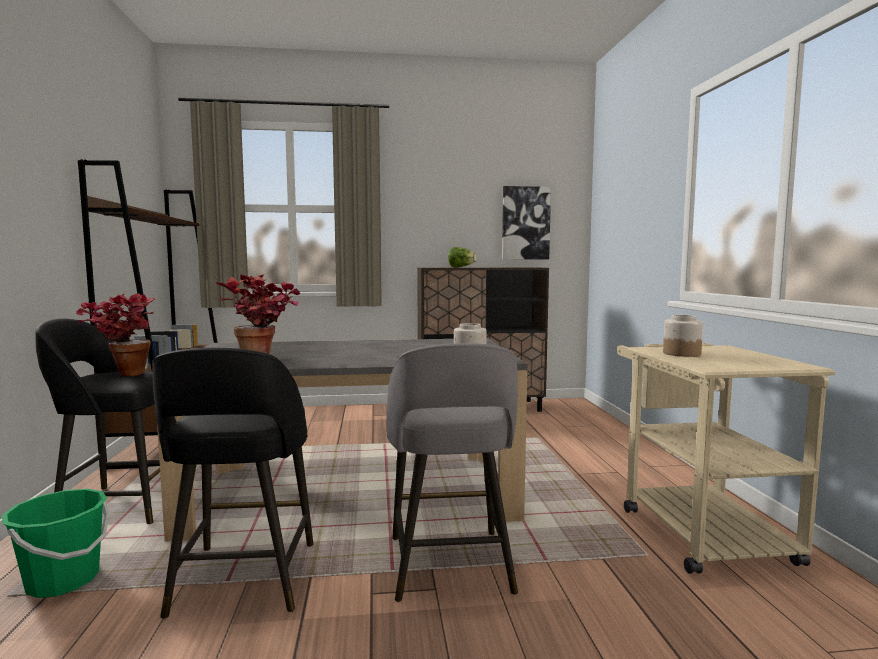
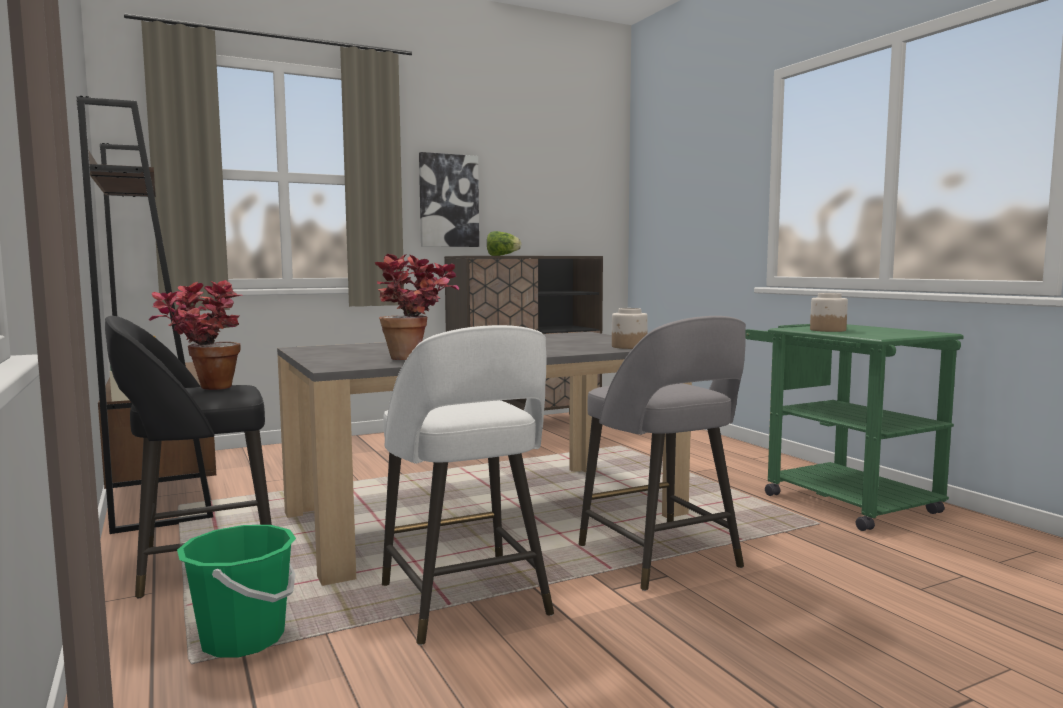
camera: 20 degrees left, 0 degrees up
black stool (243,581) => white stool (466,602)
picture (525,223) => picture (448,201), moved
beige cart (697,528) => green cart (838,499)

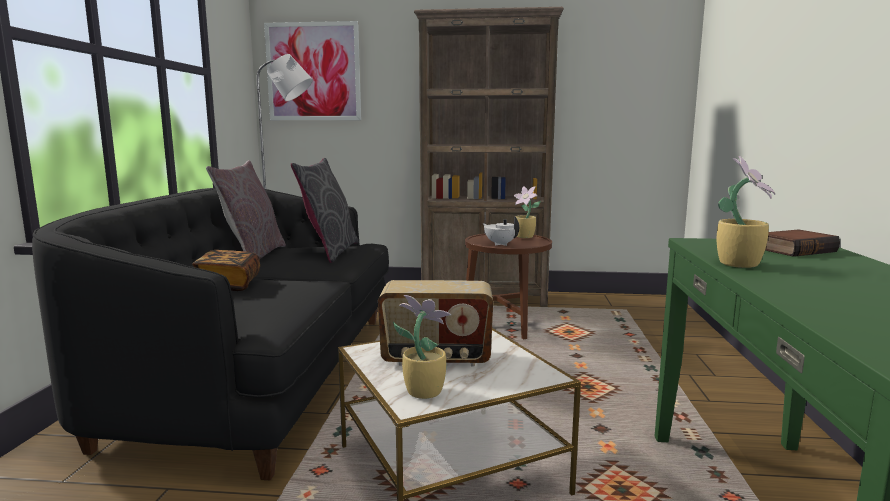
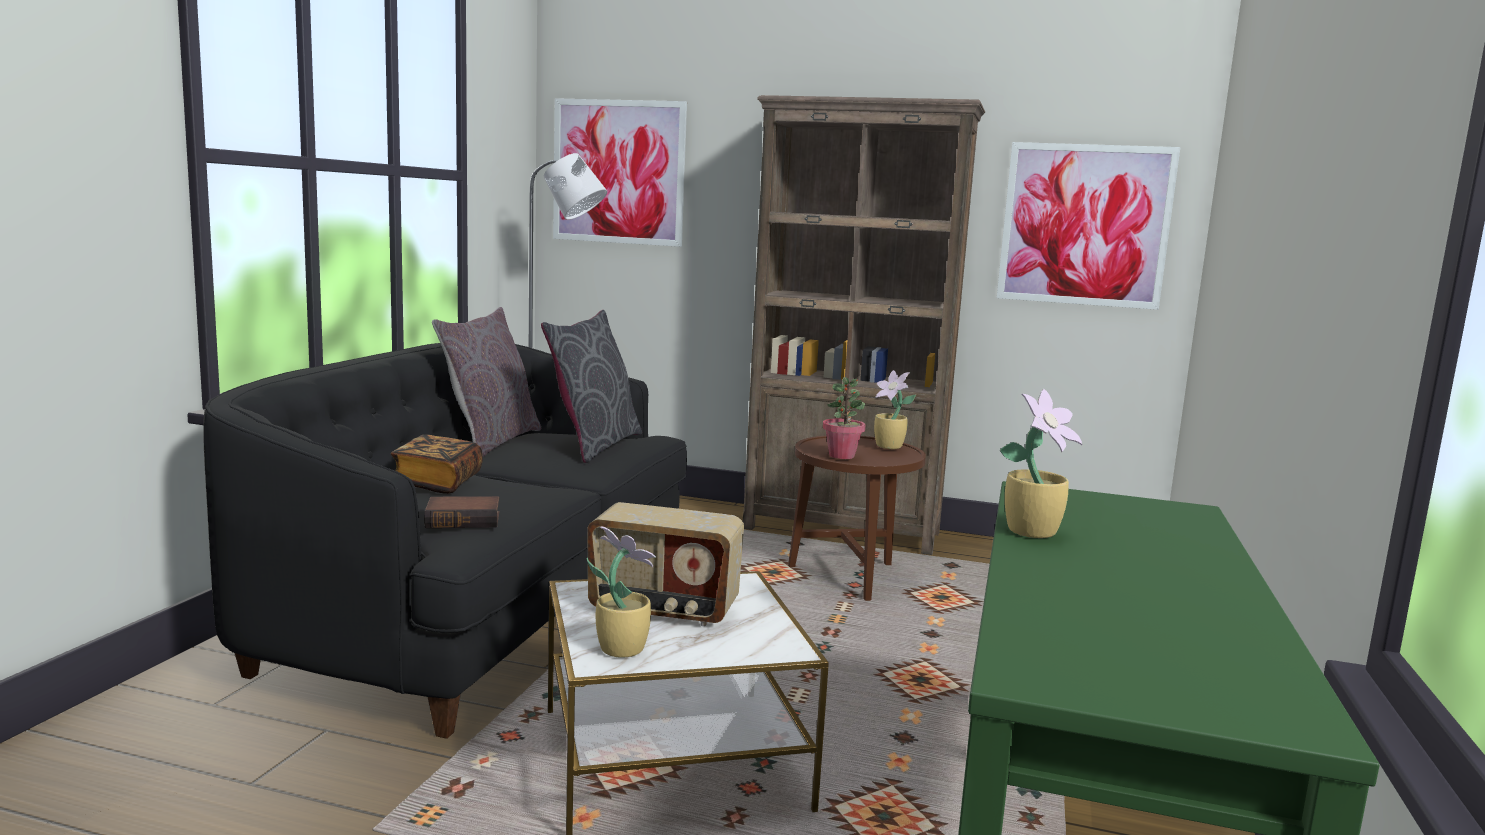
camera: 10 degrees right, 0 degrees up
book (794,249) => book (464,519), moved
white teapot (500,244) => potted plant (842,455)
nothing => picture (1084,225)

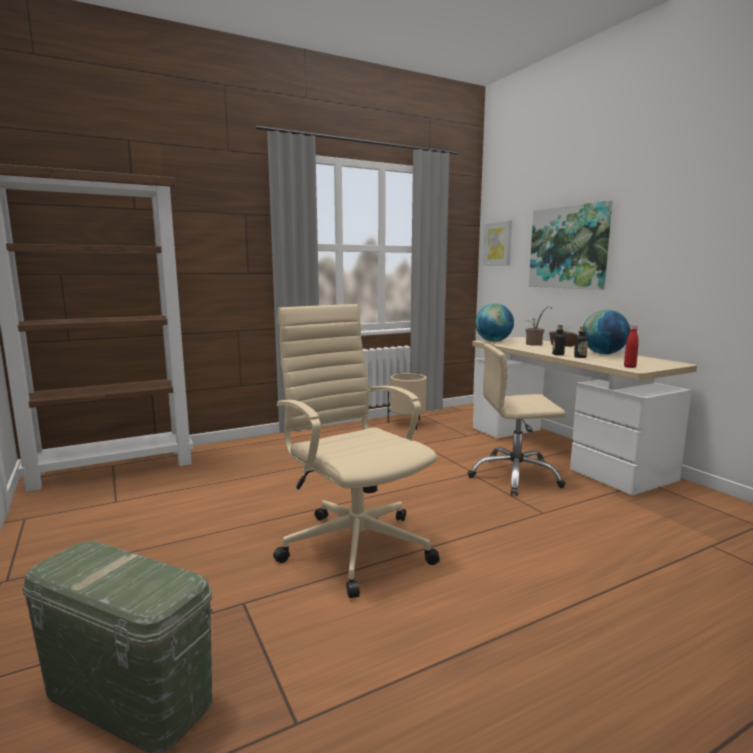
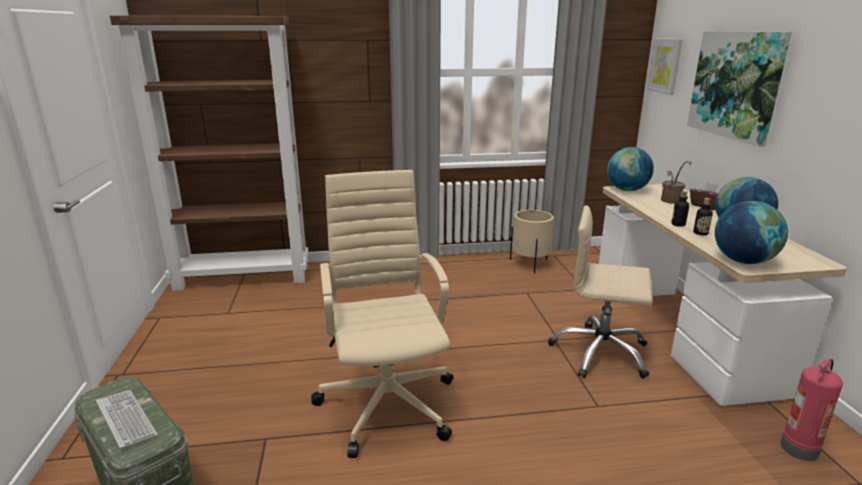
camera: 20 degrees right, 10 degrees up
nothing => keyboard (126,419)
red bottle (629,367) => globe (743,261)
nothing => fire extinguisher (799,447)

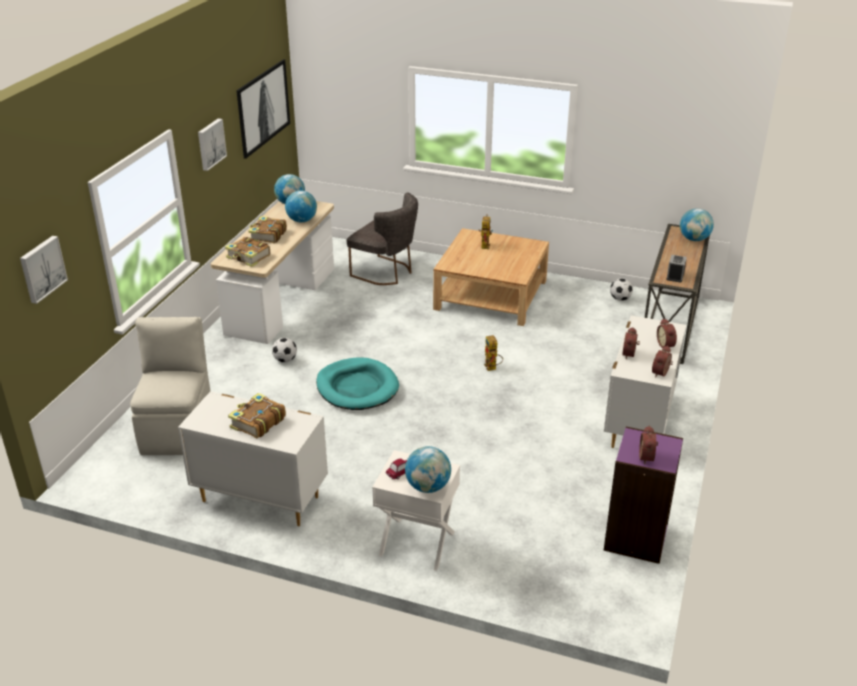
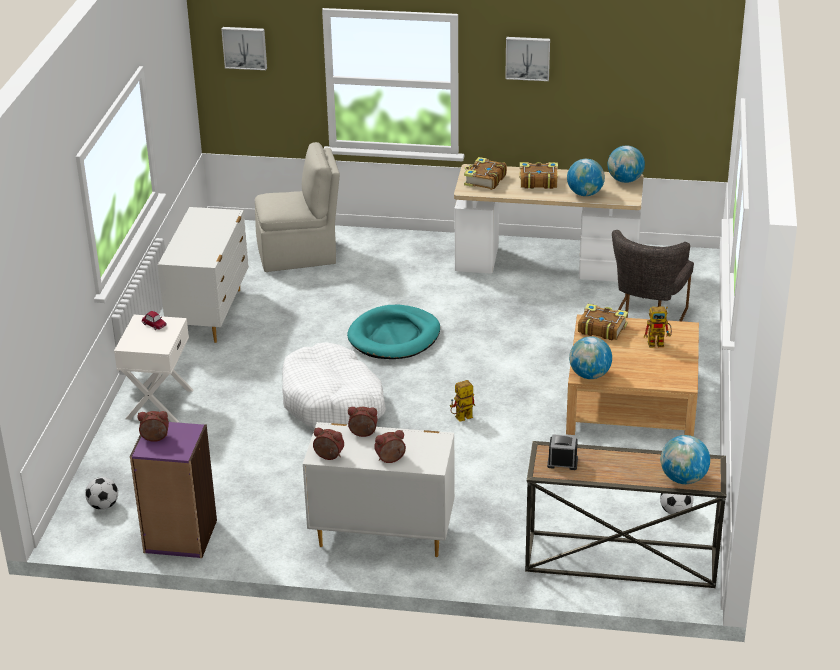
camera: 80 degrees right, 0 degrees up
football (285,360) => football (103,506), moved
nothing => white dog bed (333,402)
globe (428,487) => globe (589,375), moved
book (257,422) => book (601,328), moved
picture (263,107) => nothing

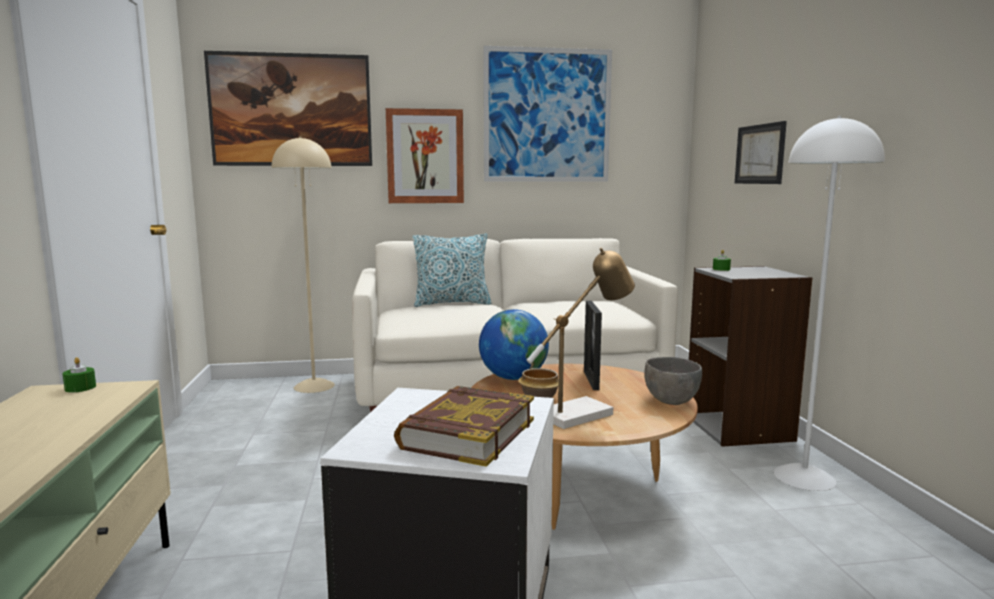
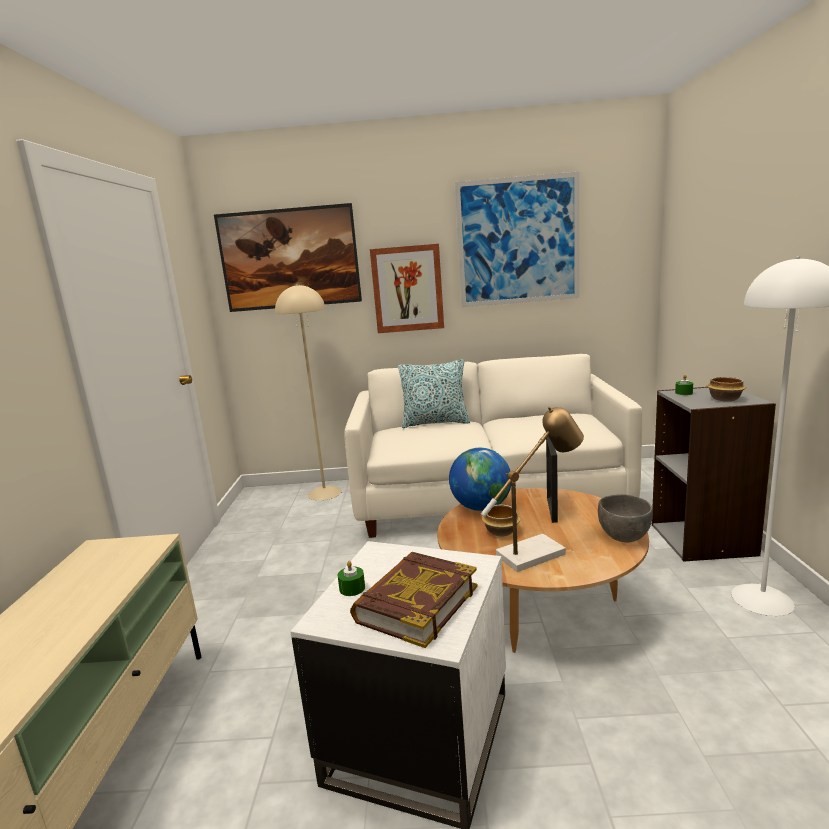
camera: 10 degrees right, 5 degrees up
green candle (80,388) => green candle (352,588), moved
nothing => bowl (724,399)
picture (760,154) => nothing

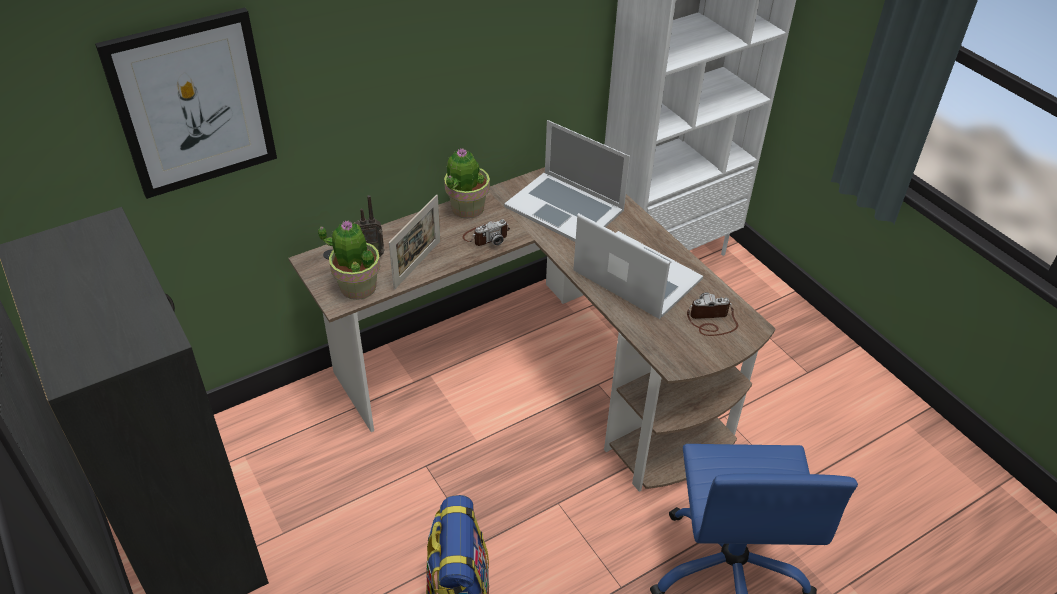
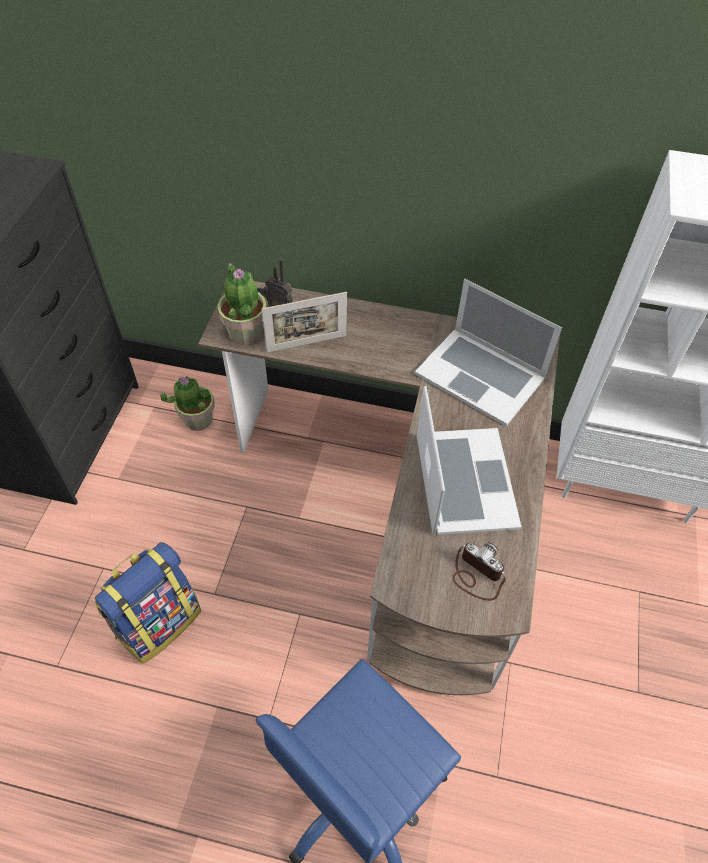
camera: 45 degrees right, 10 degrees up
potted plant (467,208) => potted plant (197,419), moved
laptop (565,208) => laptop (480,375), 45 degrees counterclockwise
picture (192,103) => nothing
photo camera (486,236) => nothing

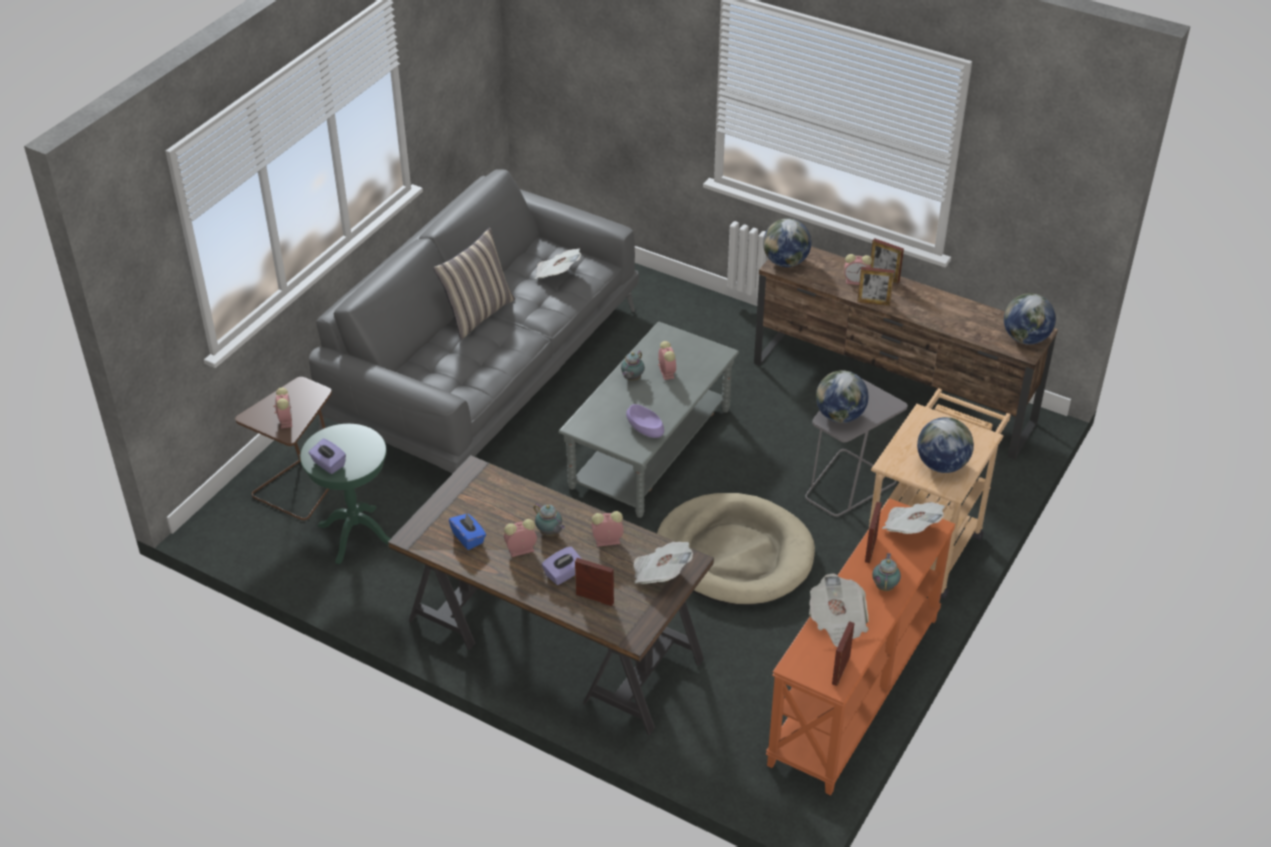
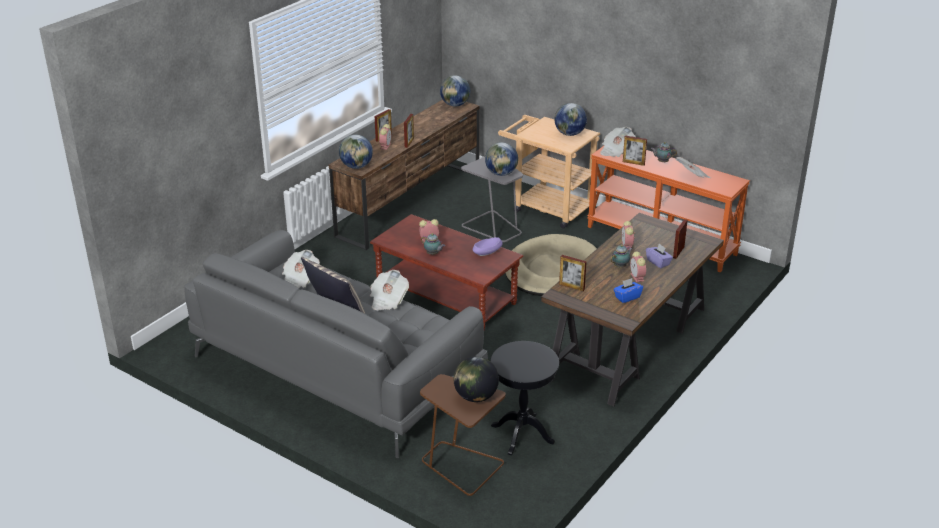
camera: 85 degrees left, 10 degrees down
grey coffee table (651,448) => brown coffee table (446,296)
newspaper (660,573) => newspaper (388,300), moved
alarm clock (285,420) => globe (476,397)
green side table (356,534) => black side table (522,434)
picture frame (841,670) => picture frame (571,287), moved
purple tissue box (328,464) => nothing

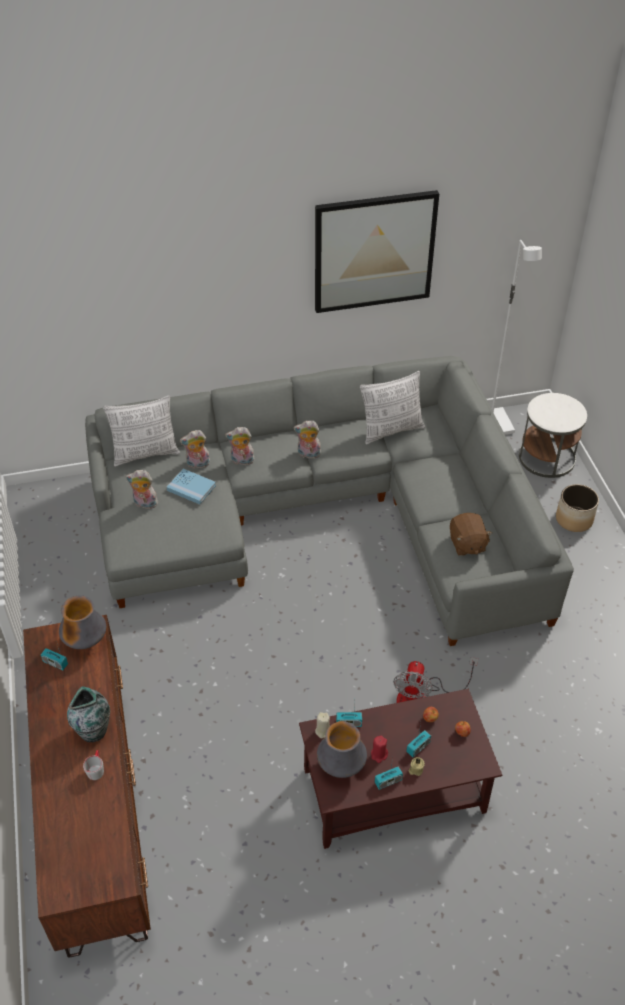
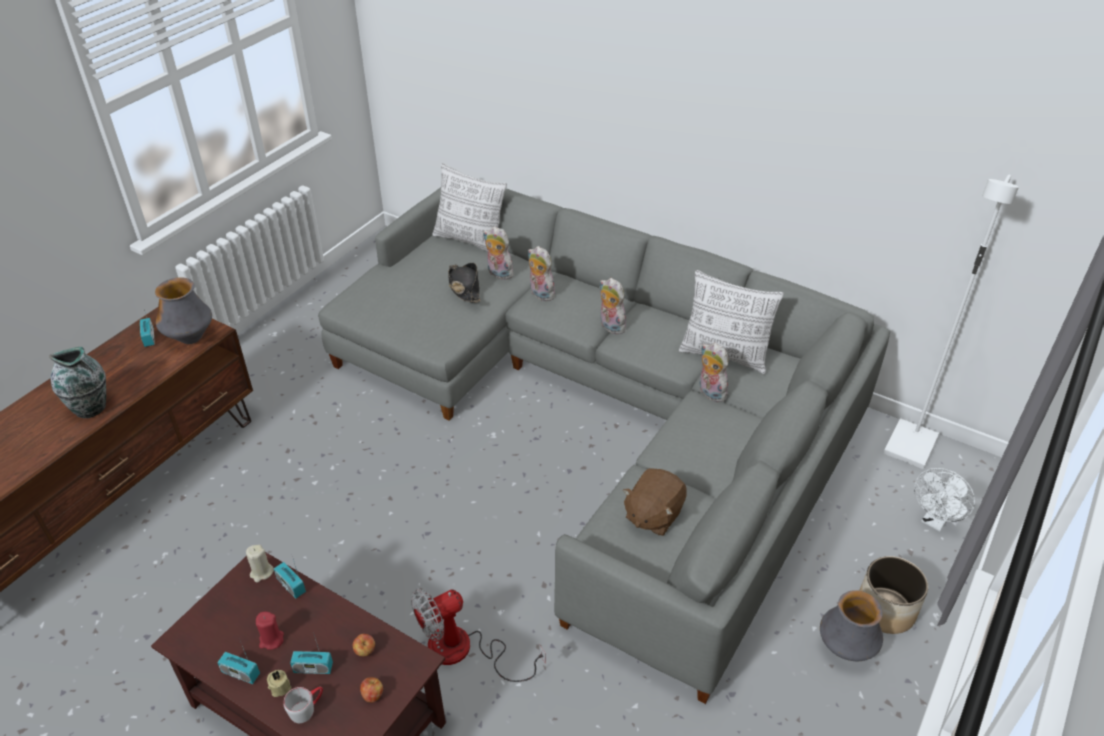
camera: 45 degrees right, 5 degrees down
grey mug (96,768) => grey mug (307,708), moved
blue book (191,488) => black hat (464,287)
plush toy (144,504) => plush toy (709,392), moved
vase (341,766) => vase (844,649), moved
white side table (547,457) => white fan (935,521)
picture (374,251) => nothing

